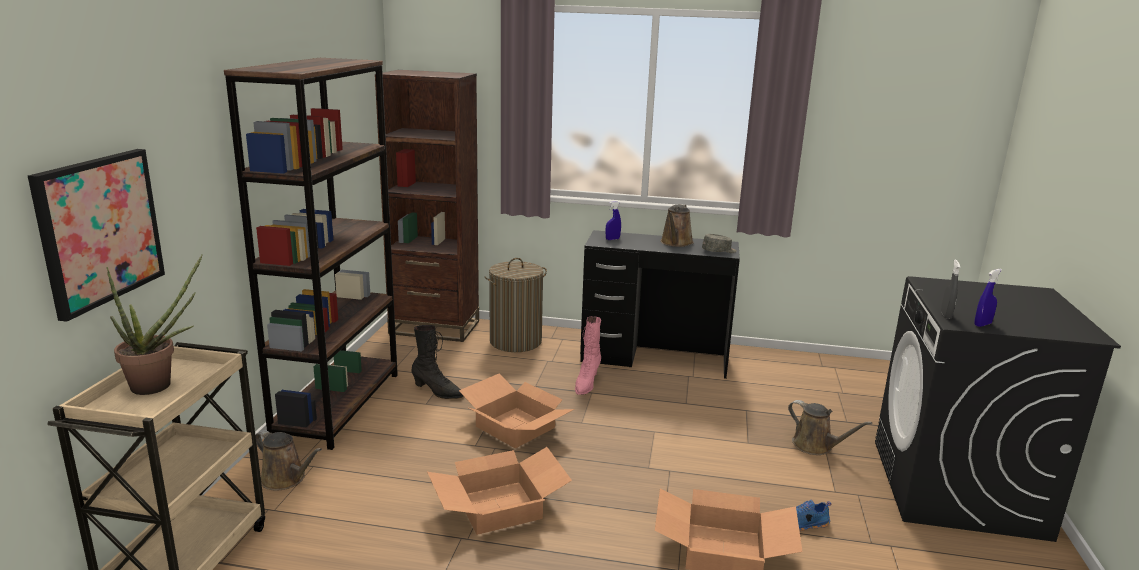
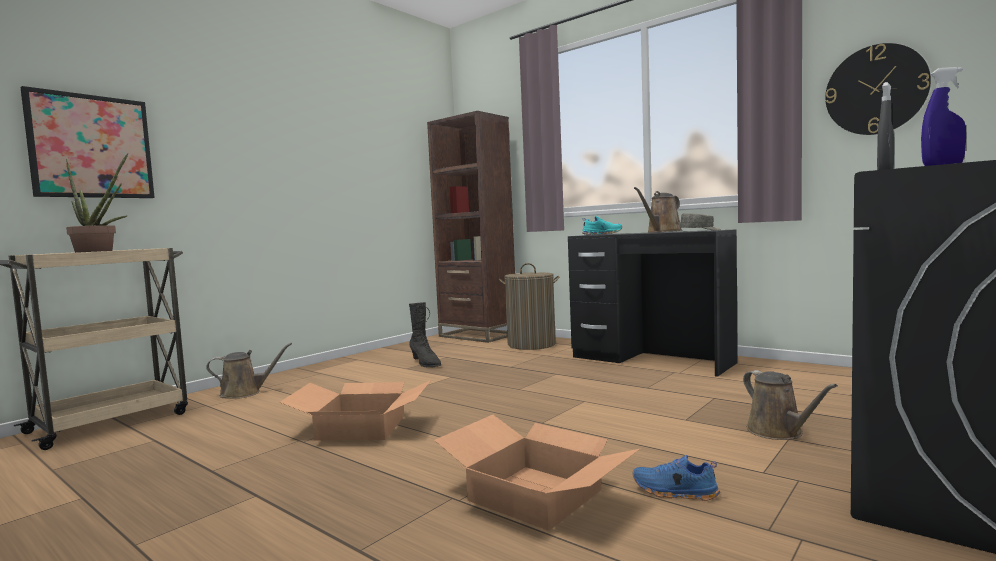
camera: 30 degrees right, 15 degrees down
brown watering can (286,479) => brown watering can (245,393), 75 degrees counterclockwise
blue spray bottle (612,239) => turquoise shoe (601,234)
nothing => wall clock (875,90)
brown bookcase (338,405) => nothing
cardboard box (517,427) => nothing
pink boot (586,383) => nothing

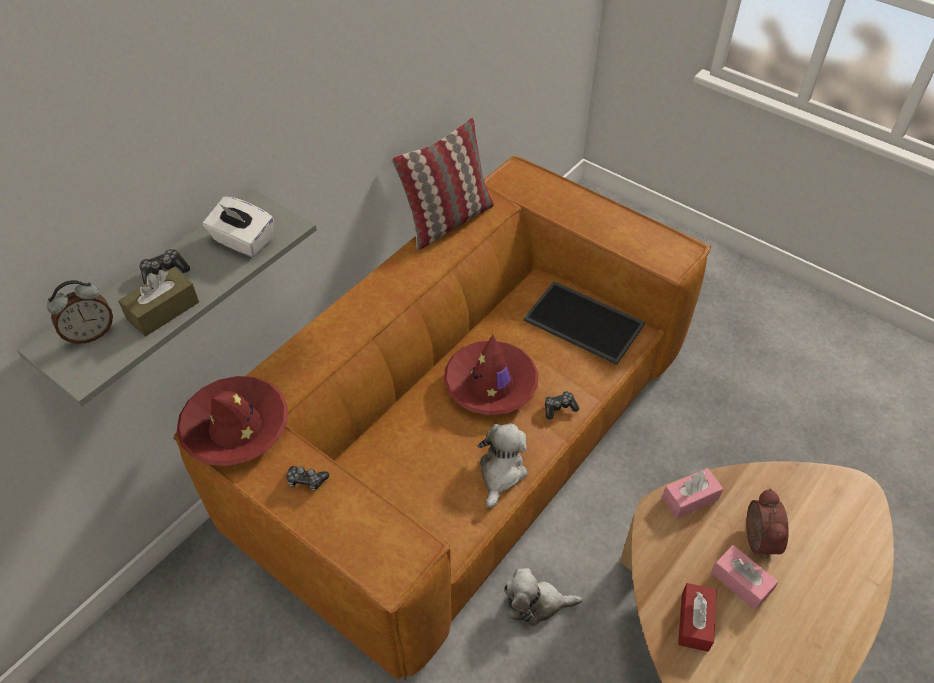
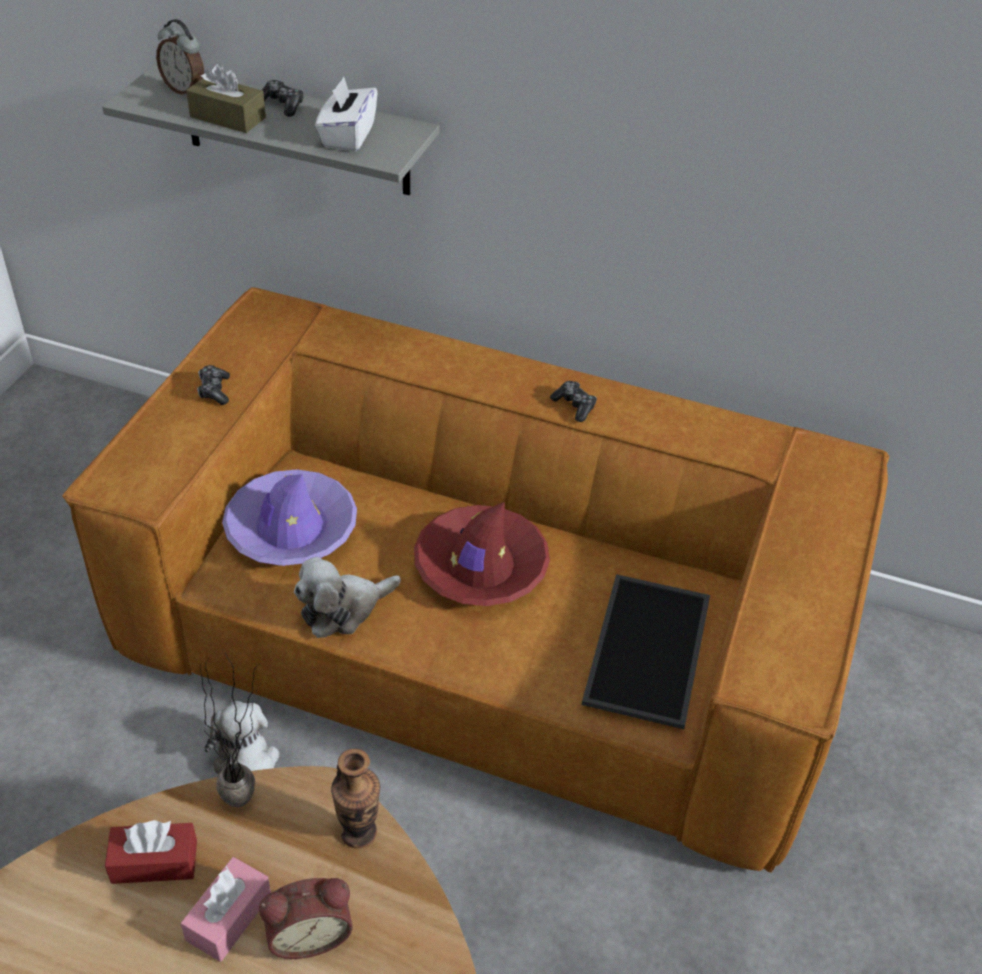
camera: 70 degrees right, 5 degrees down
nothing => potted plant (251,799)
nothing => purple hat (291,529)
plush toy (501,472) => plush toy (343,609), 150 degrees clockwise
pink tissue box (690,498) => vase (359,832)
game controller (559,408) => game controller (574,406), moved
red hat (236,427) => nothing
pillow (447,221) => nothing

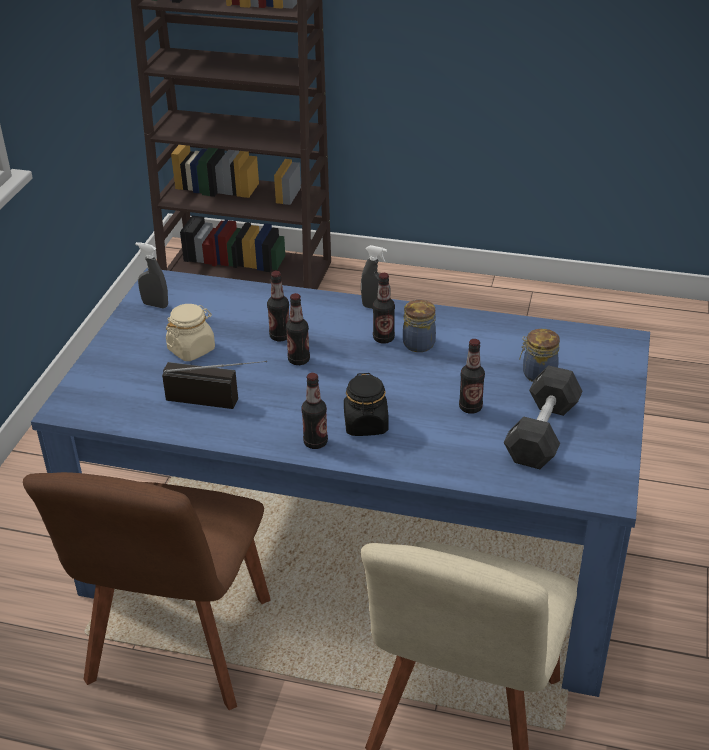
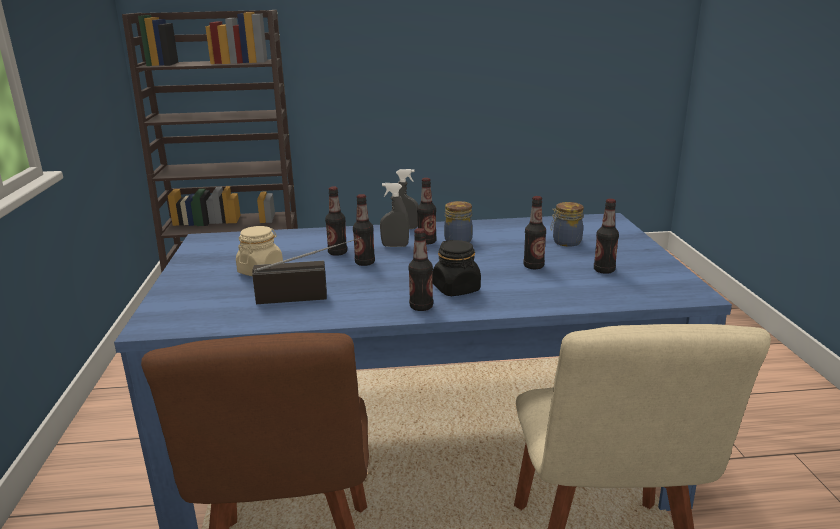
camera: 20 degrees left, 15 degrees down
grey spray bottle (155,305) => grey spray bottle (395,246), moved
black dumbbell (542,432) => bottle (604,270)

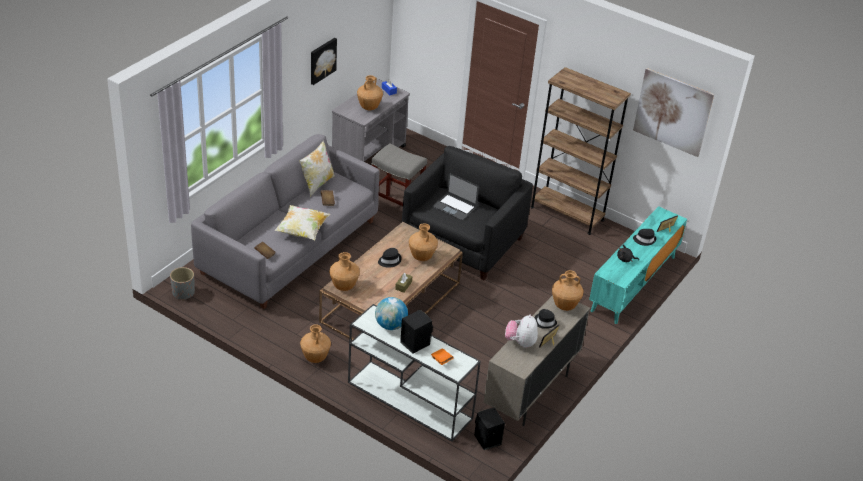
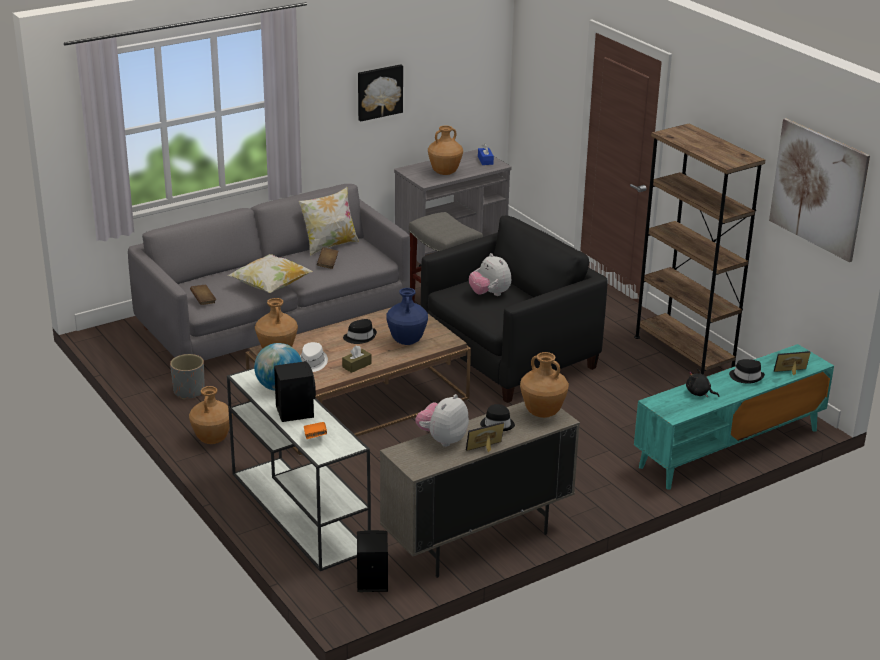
camera: 25 degrees right, 10 degrees down
grey planter (183,293) => grey planter (189,391), moved
nothing => white hat (311,363)
brown vase (421,257) => blue vase (407,341)
laptop (454,207) => plush toy (490,294)

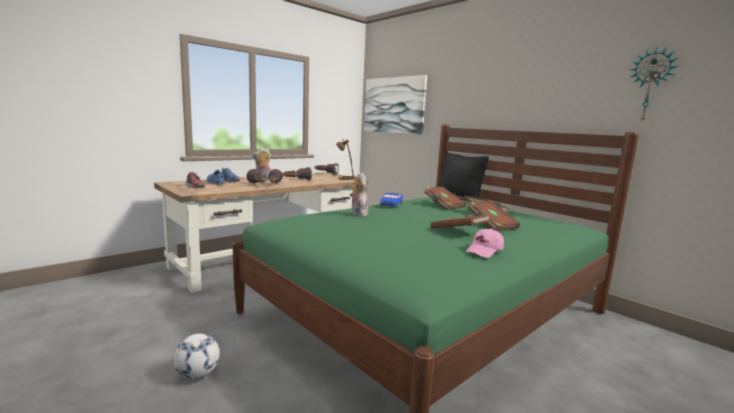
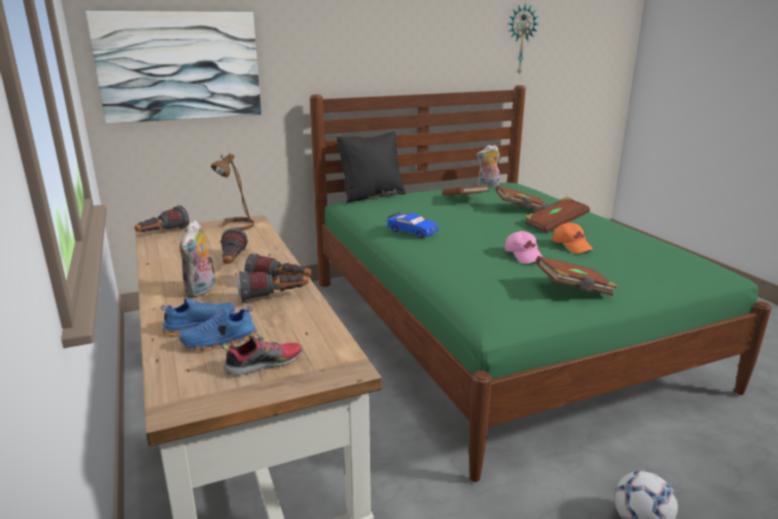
camera: 70 degrees left, 10 degrees up
plush toy (357,214) => plush toy (488,185), moved
pink cap (484,251) => pink cap (524,255), moved
brown book (443,205) => brown book (574,289), moved
nothing => orange cap (572,246)

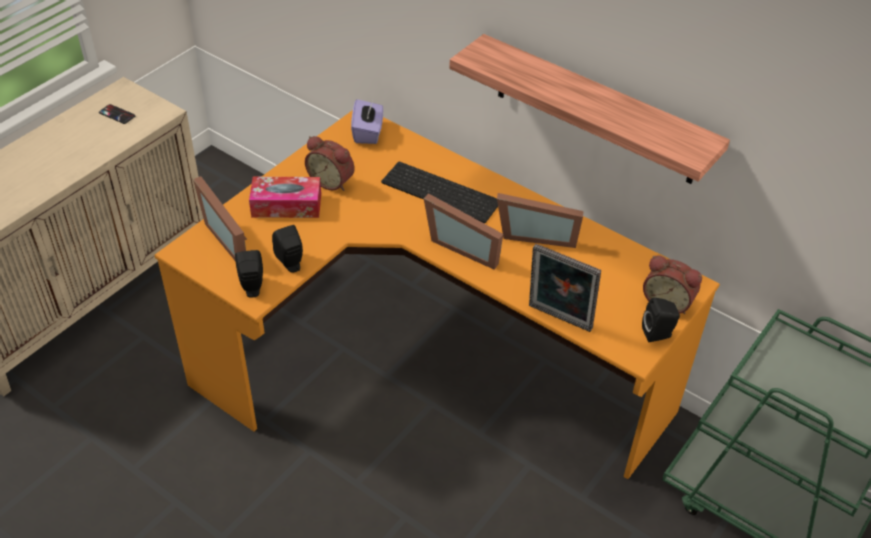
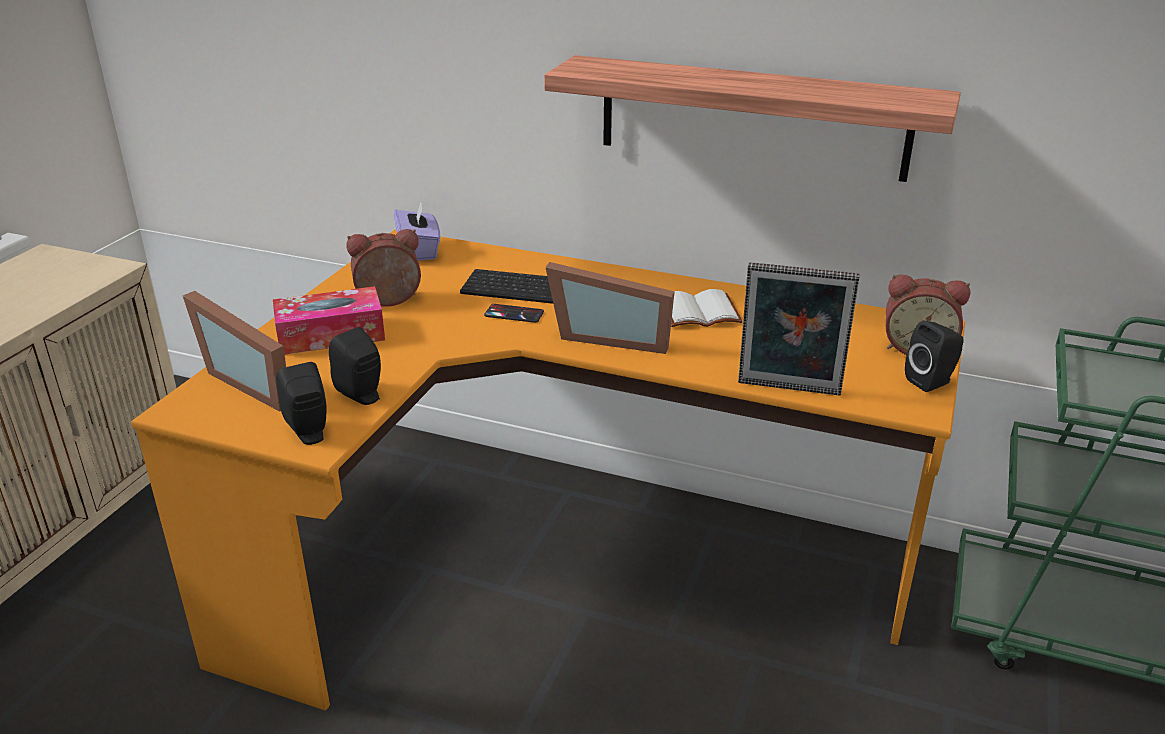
camera: 15 degrees left, 15 degrees down
alarm clock (332,181) => alarm clock (389,301), 150 degrees clockwise
phone (117,114) => phone (514,314), moved
picture frame (536,234) => white book (700,311)

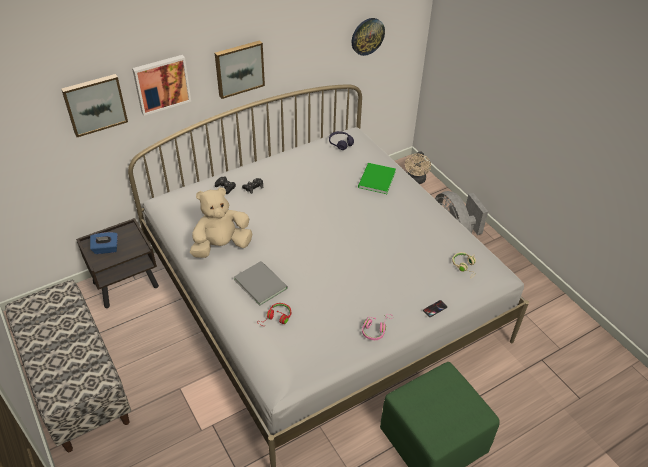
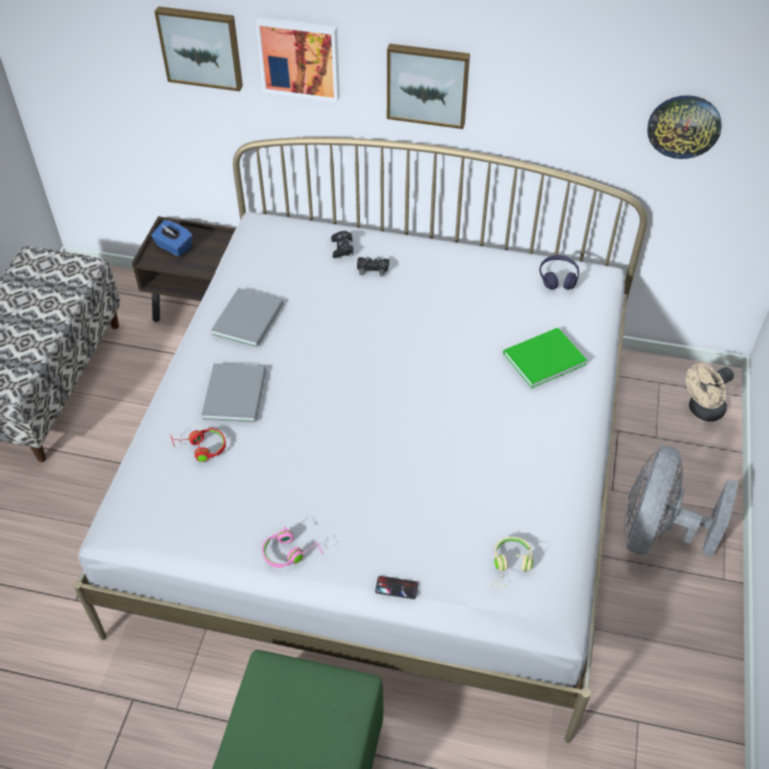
camera: 45 degrees right, 5 degrees up
beige plush toy (221,246) => grey book (250,318)

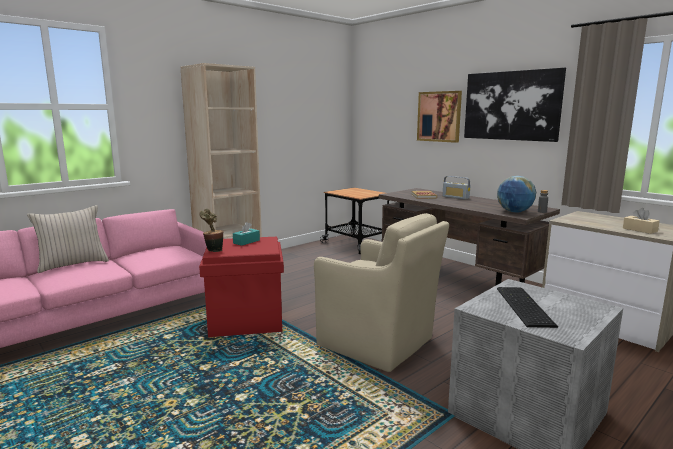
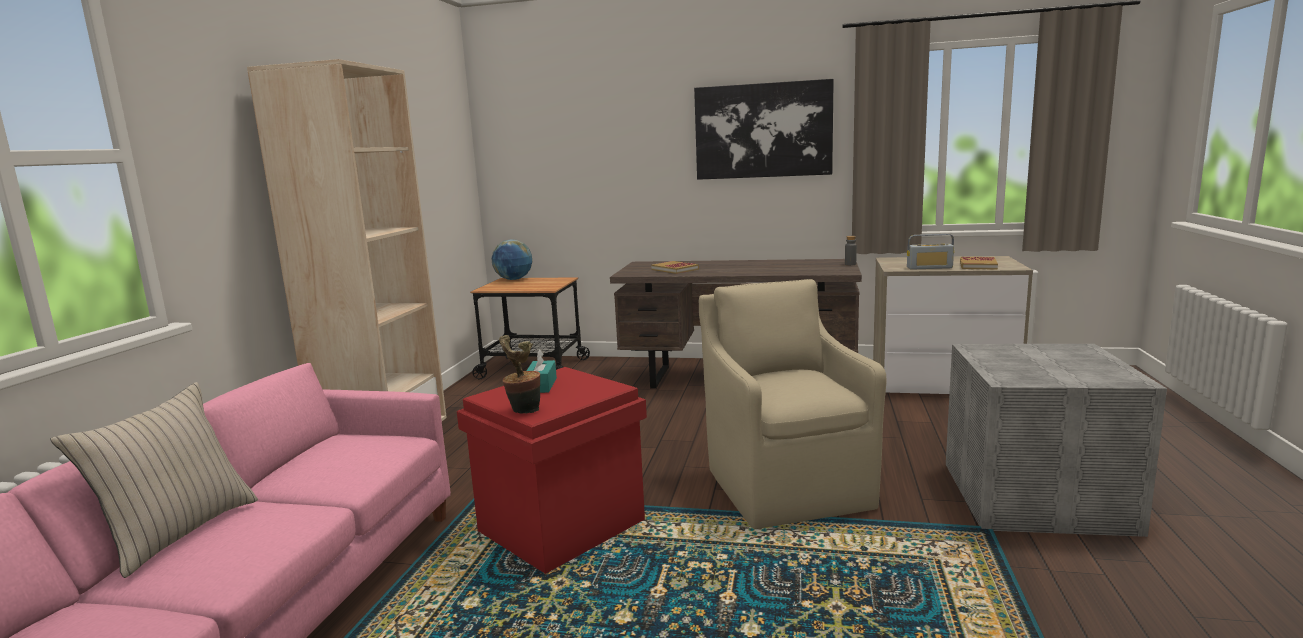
camera: 35 degrees left, 0 degrees up
globe (514,212) => globe (514,279), moved
beige armchair (378,343) => beige armchair (786,485), 105 degrees counterclockwise
radio (455,197) => radio (929,268), moved
beige tissue box (639,230) => book (978,265)
picture (439,116) => nothing
keyboard (523,307) => nothing

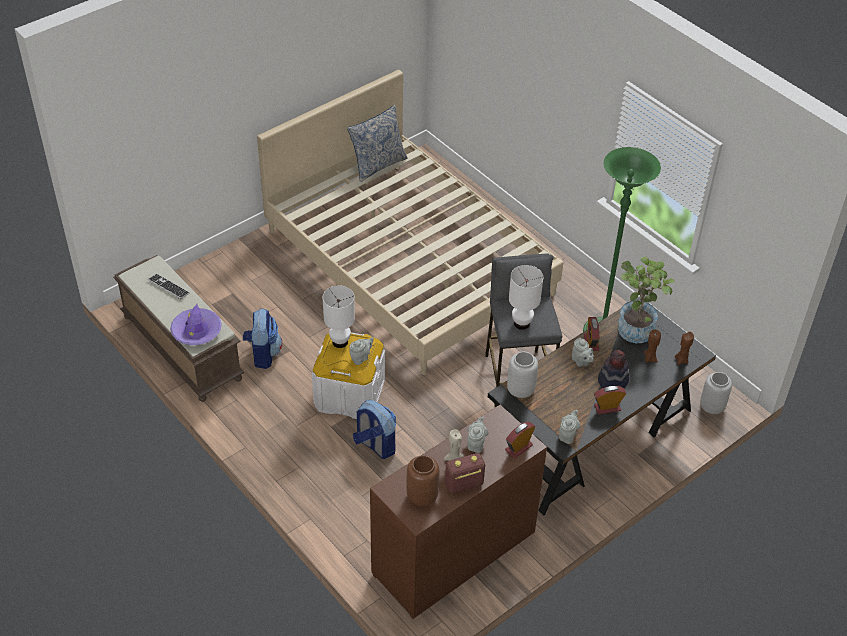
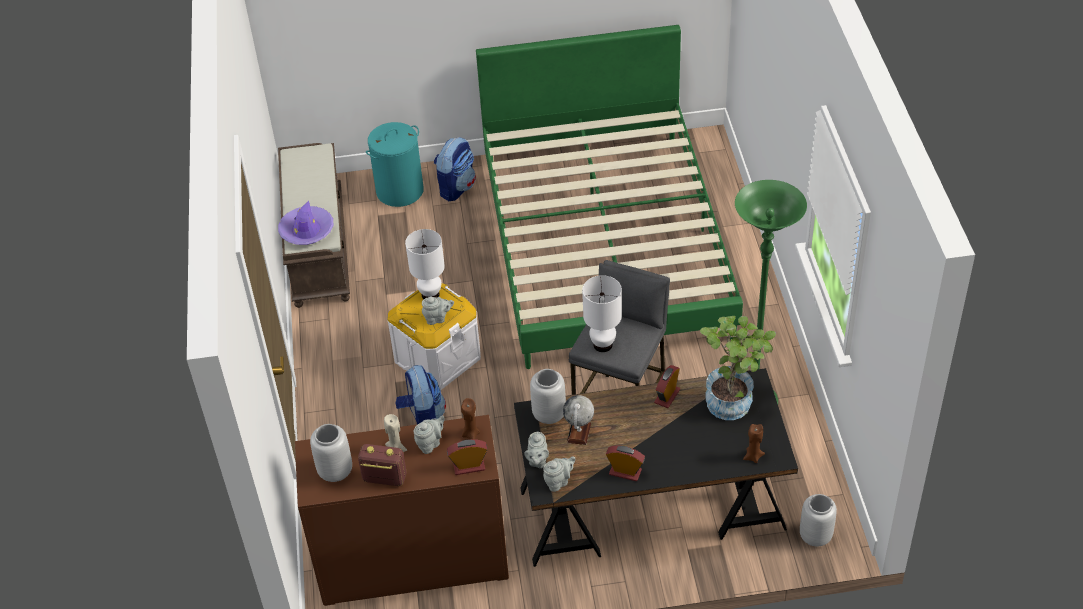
camera: 35 degrees right, 0 degrees up
brown vase (421,496) => grey vase (335,471)
nothing => turquoise laundry basket (400,191)
backpack (263,354) => backpack (456,187), moved
brown candle (649,358) => brown candle (470,434), moved
beige bed (409,261) => green bed (605,244)
grey teapot (581,362) => grey teapot (537,461), moved
nothing => globe (579,432)
keyboard (168,287) => nothing
pillow (377,165) => nothing
hat (613,380) => nothing

